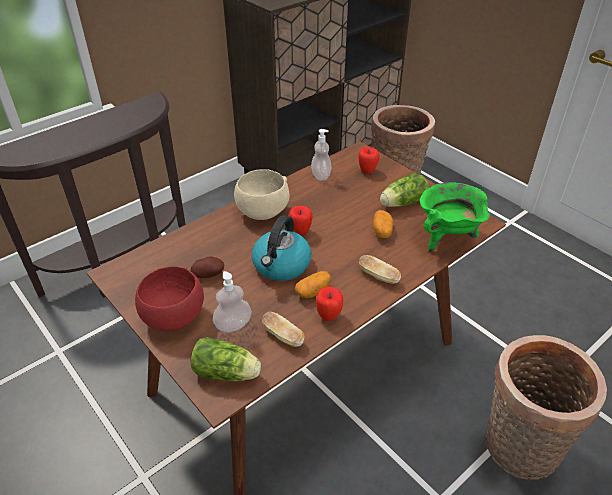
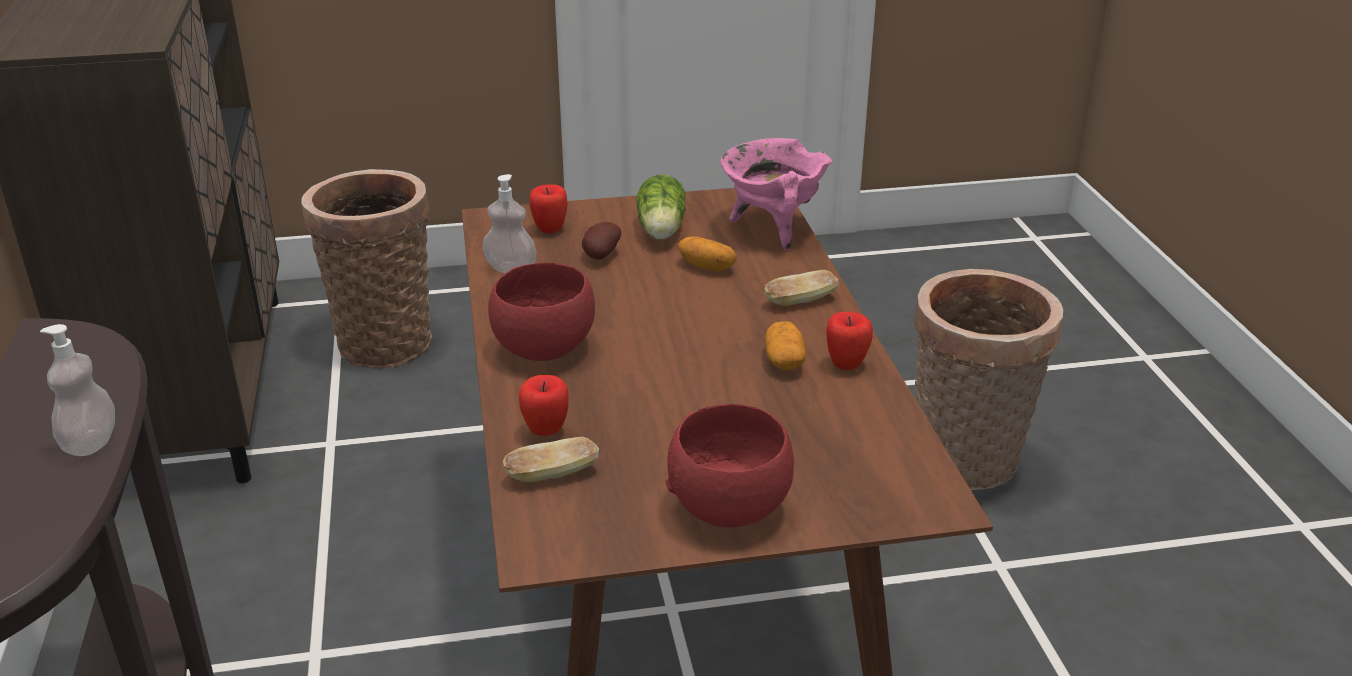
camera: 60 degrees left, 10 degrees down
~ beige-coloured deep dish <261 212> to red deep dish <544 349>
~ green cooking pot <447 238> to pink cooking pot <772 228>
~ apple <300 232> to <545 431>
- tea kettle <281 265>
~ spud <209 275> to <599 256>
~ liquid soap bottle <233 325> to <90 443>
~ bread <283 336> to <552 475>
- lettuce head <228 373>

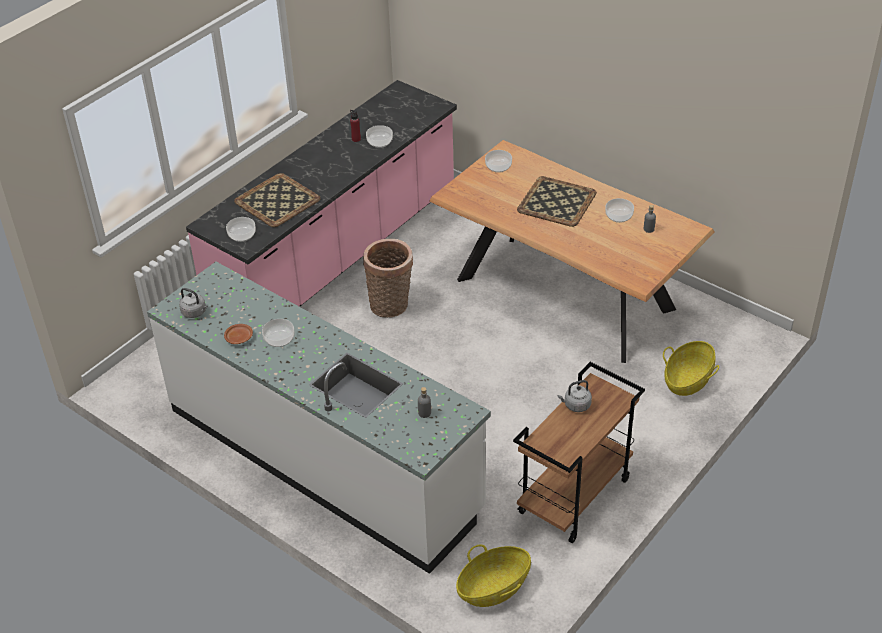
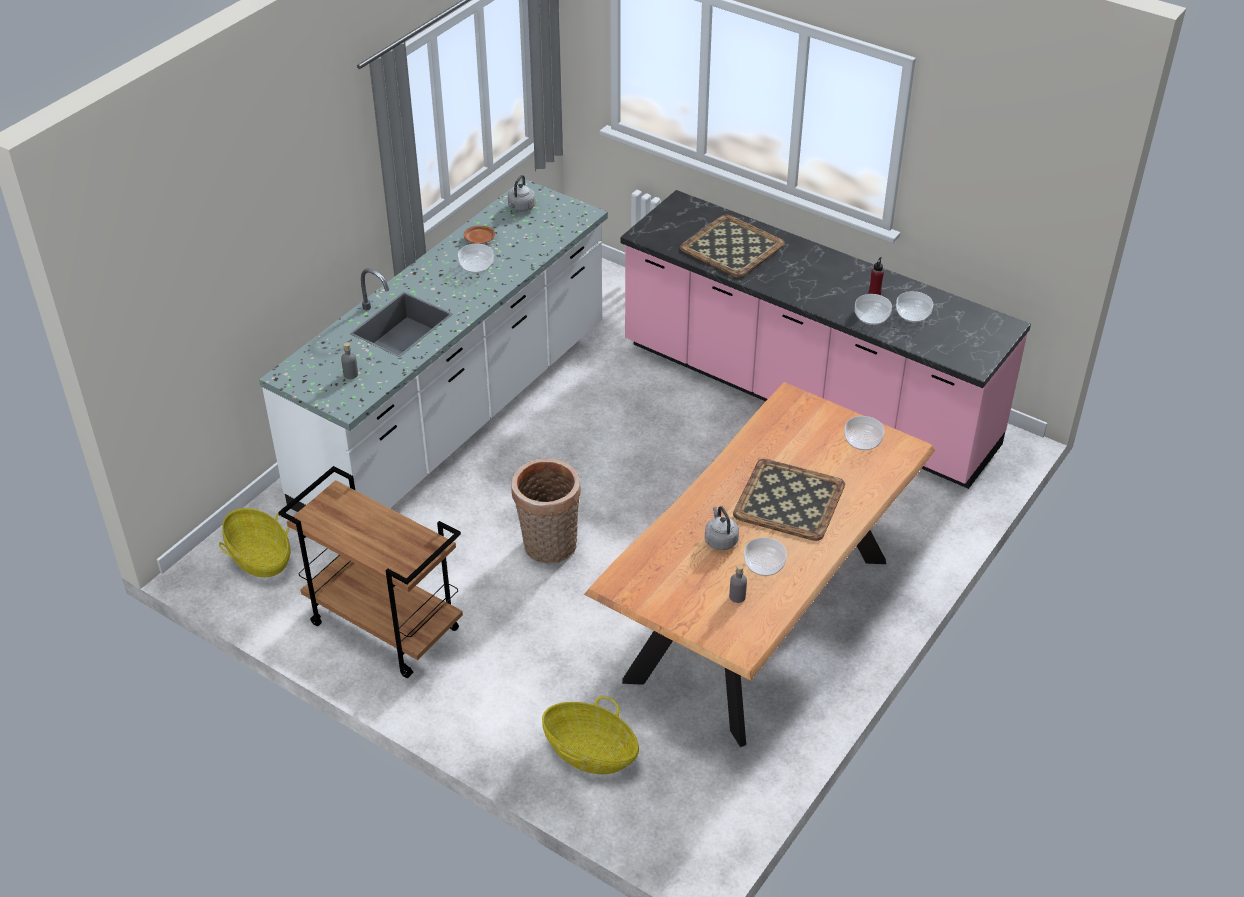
camera: 85 degrees right, 0 degrees up
~ deep dish <242 235> to <913 315>
~ household basket <391 306> to <548 548>
~ grey tea kettle <576 405> to <720 540>

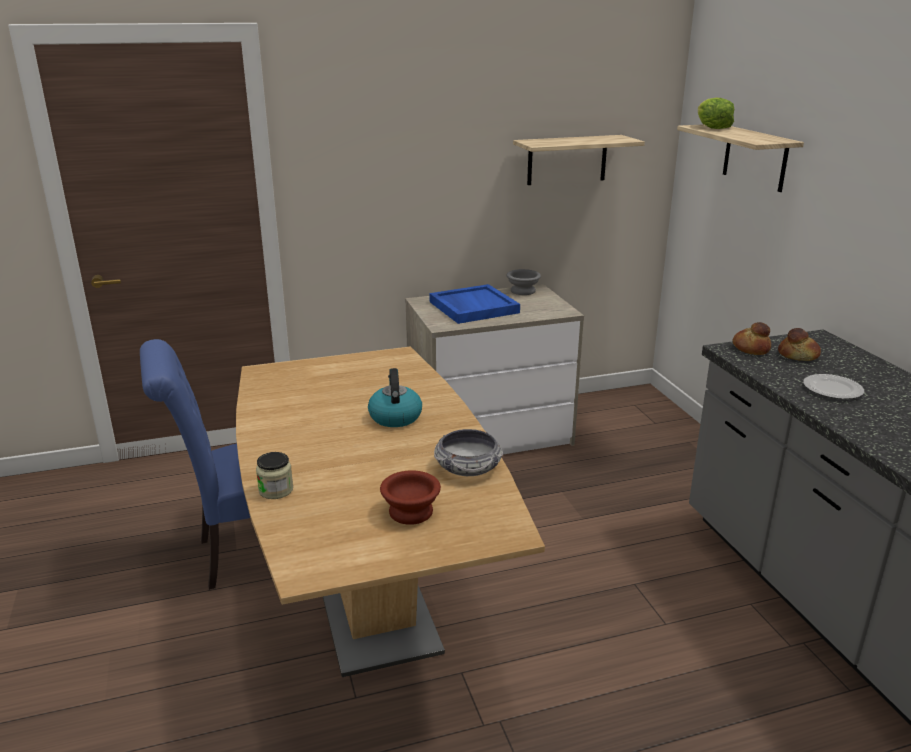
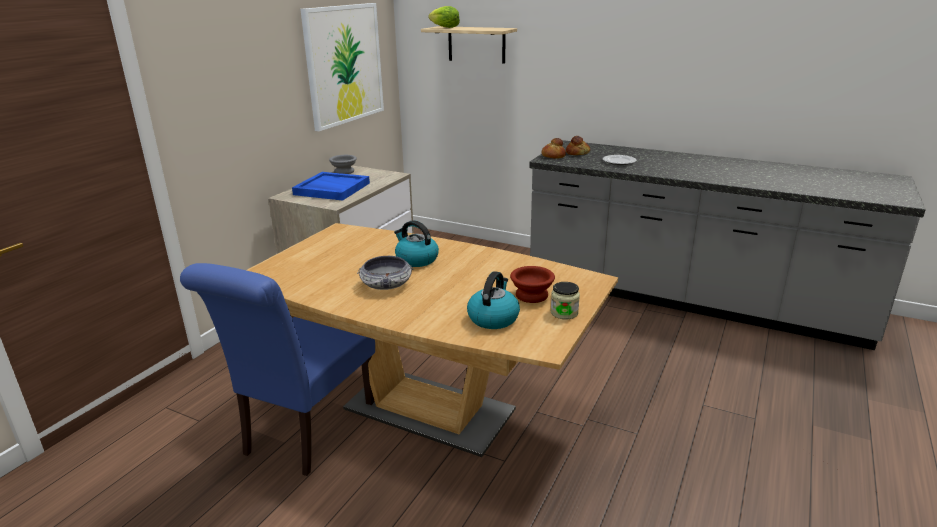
camera: 45 degrees left, 0 degrees up
~ bracket shelf <567 160> to wall picture <344 64>
~ deep dish <468 467> to <386 284>
~ preserve jar <276 490> to <564 313>
+ tea kettle <493 318>

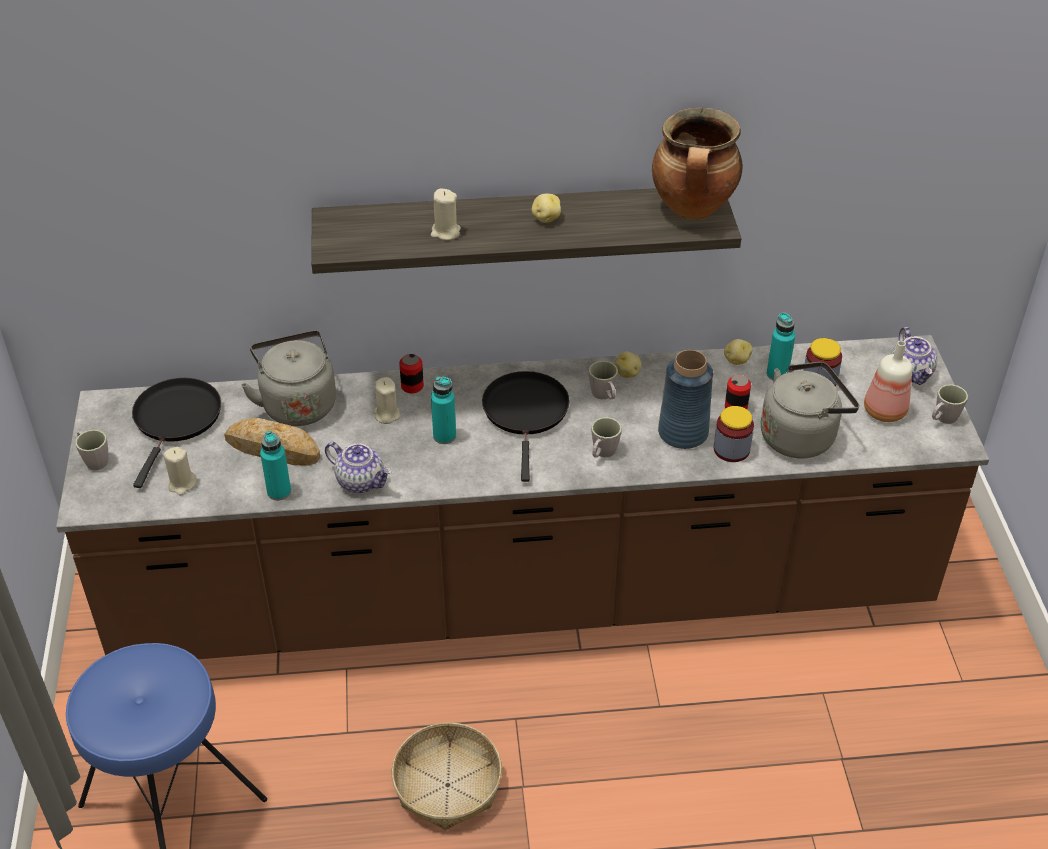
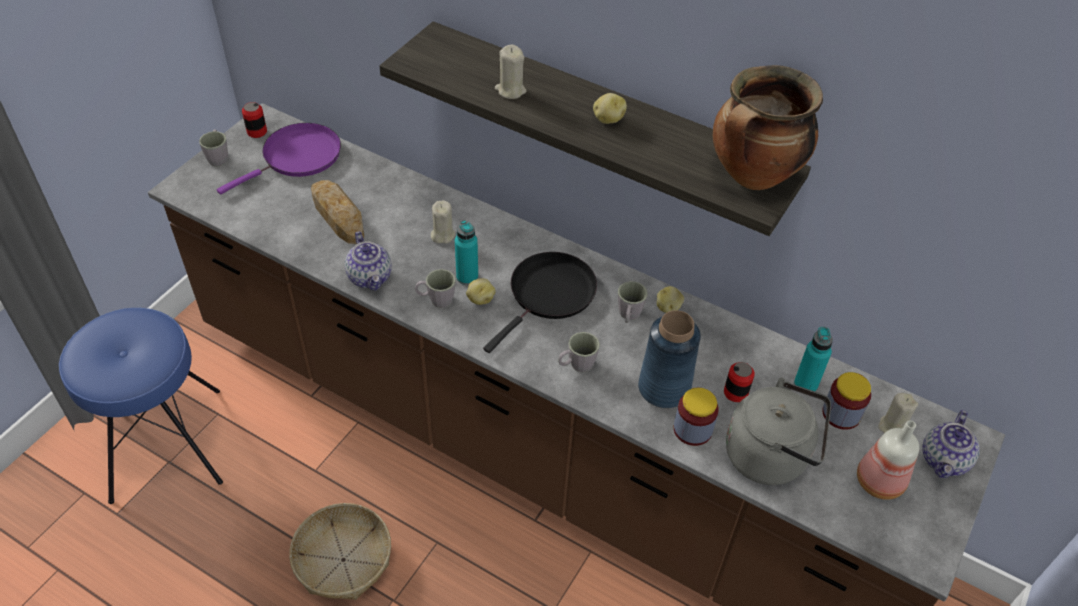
camera: 35 degrees right, 5 degrees up
- grey tea kettle <297 403>
~ spud <736 360> to <480 299>
~ can <412 386> to <257 132>
~ blackish skillet <176 420> to purple skillet <298 157>
~ grey tea mug <943 418> to <436 300>
- turquoise-coloured drink bottle <279 492>
~ beige-coloured wax light <182 484> to <892 427>

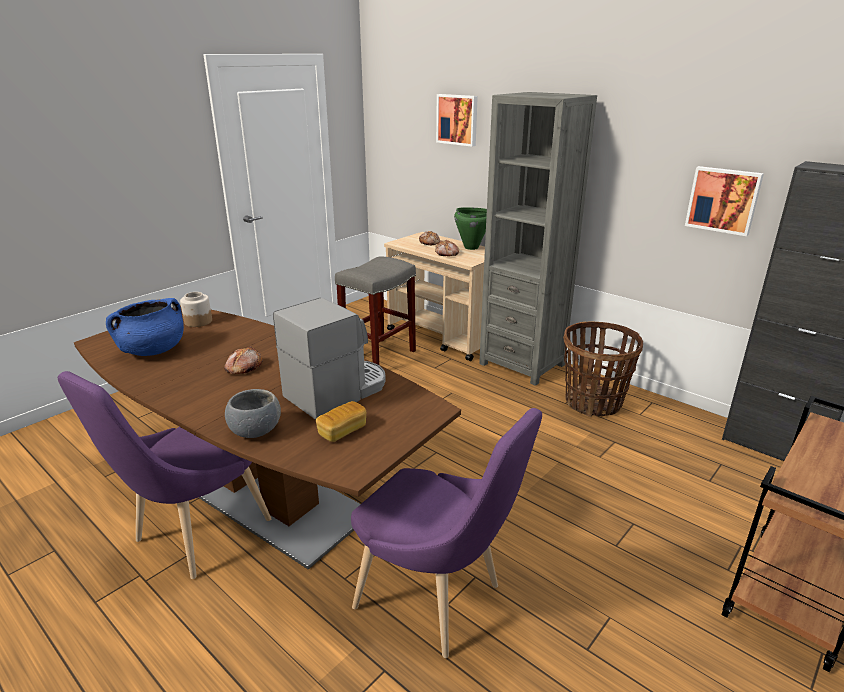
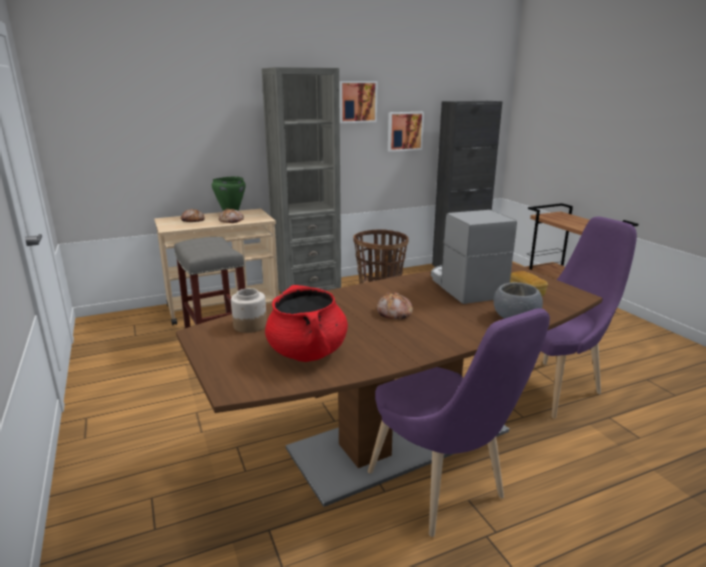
camera: 65 degrees left, 5 degrees down
~ wall picture <457 119> to <357 102>
~ blue cooking pot <153 350> to red cooking pot <307 353>

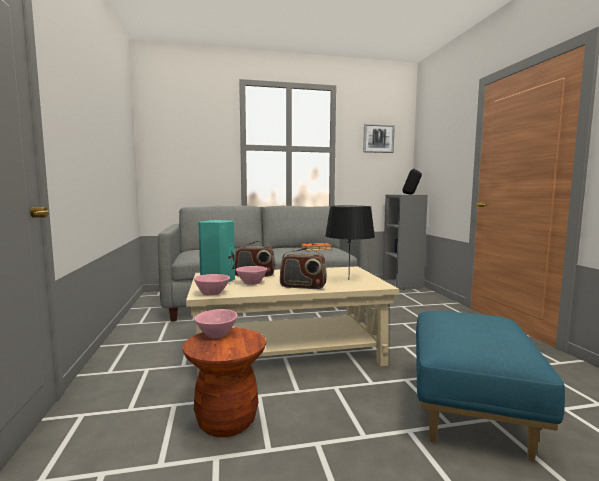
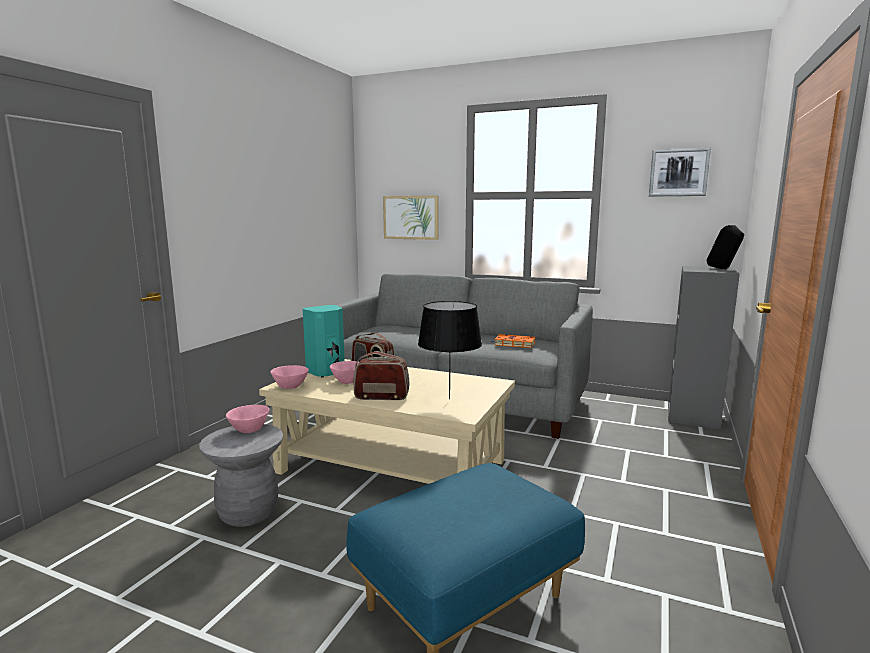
camera: 35 degrees right, 5 degrees up
~ radio receiver <303 286> = <381 396> 135 degrees clockwise
~ brown-coloured stool seat <227 421> to grey stool seat <248 513>
+ wall picture <411 217>

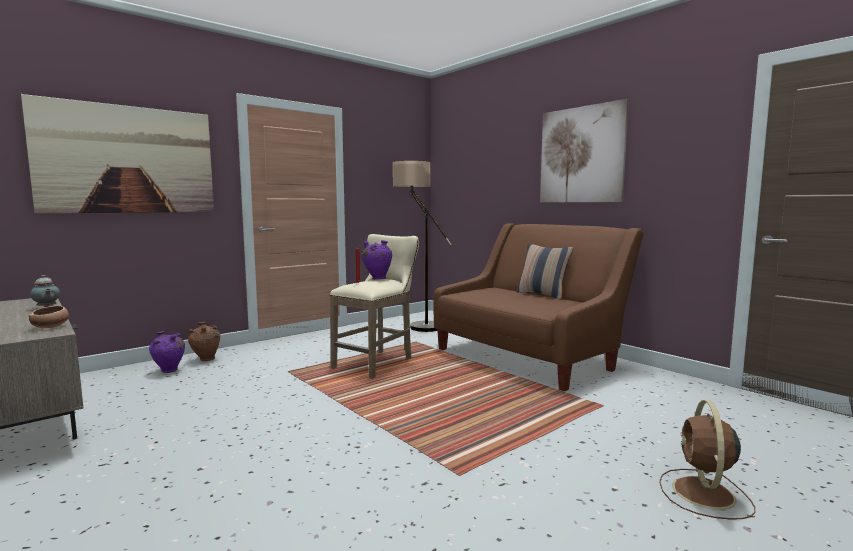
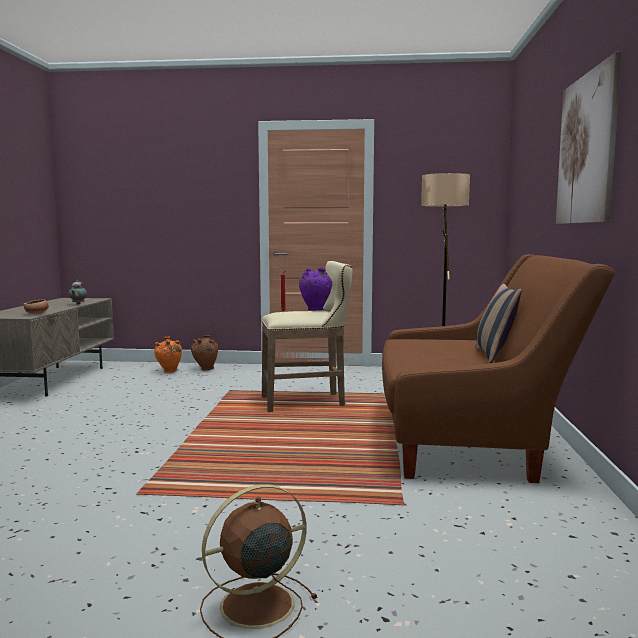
camera: 45 degrees right, 0 degrees up
- wall picture <128 160>
~ purple flower vase <169 371> to orangey flower vase <169 371>

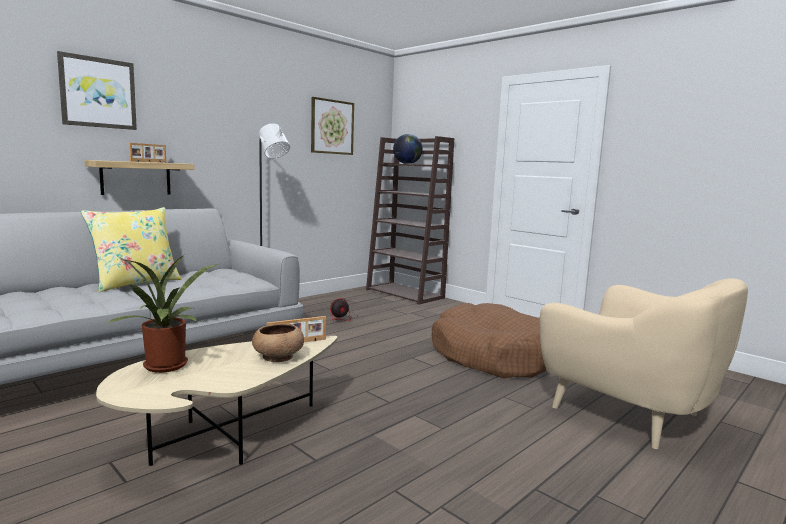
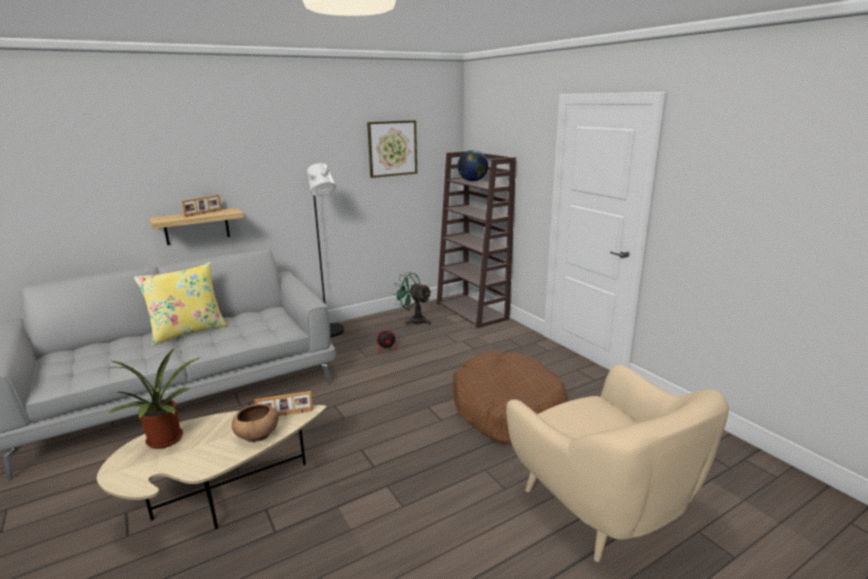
camera: 15 degrees right, 10 degrees up
- wall picture <98 93>
+ green electric fan <414 320>

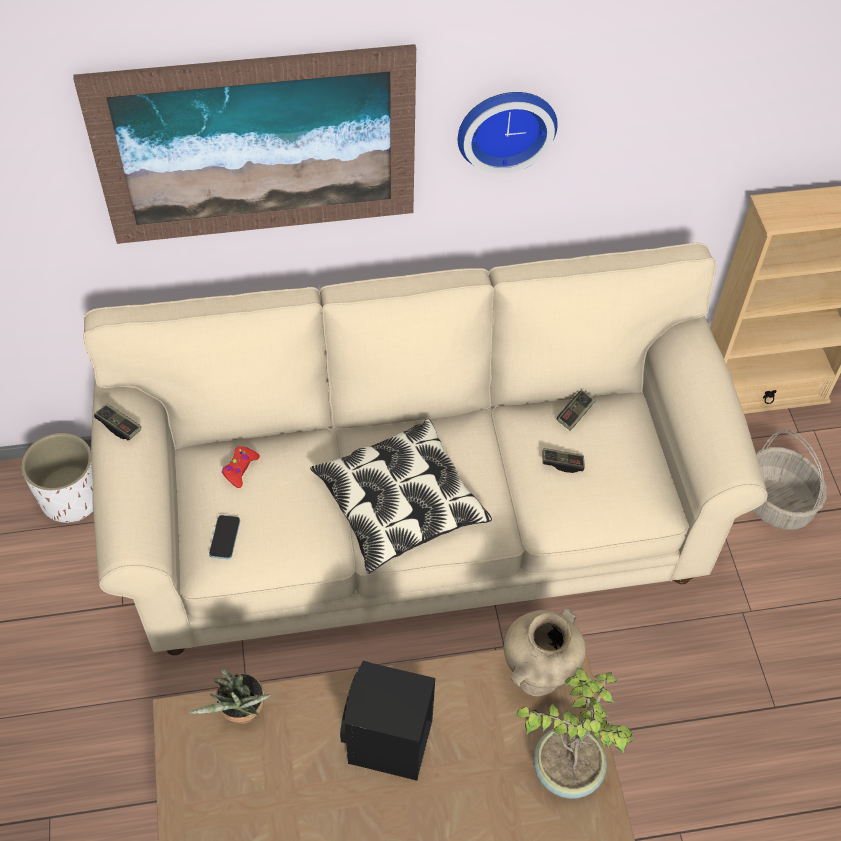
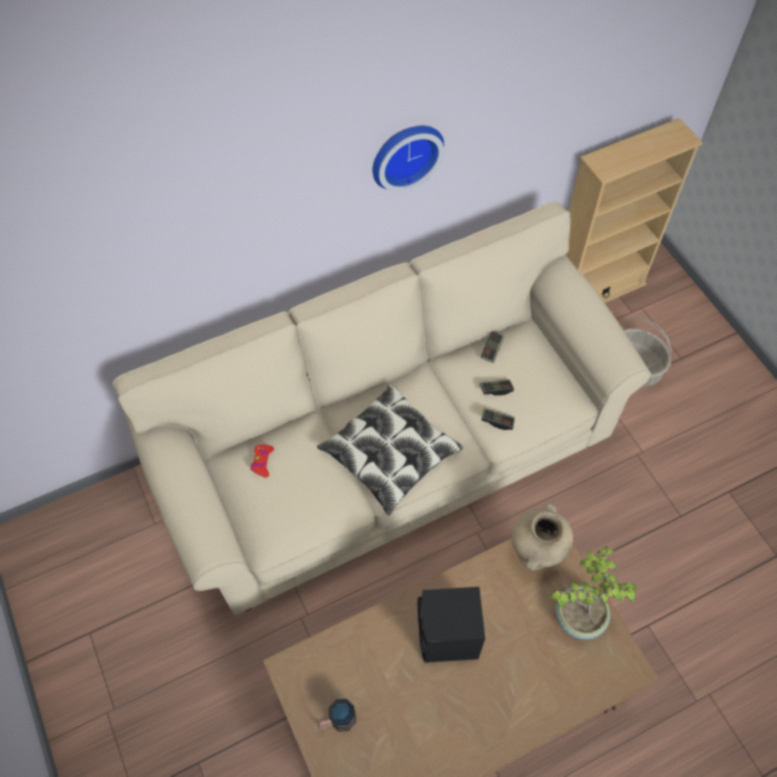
camera: 15 degrees left, 5 degrees up
- wall picture <257 147>
~ gamepad <119 426> to <497 421>
- white-coloured flower pot <71 497>
- phone <225 537>
- houseplant <241 715>
+ tea mug <337 720>

